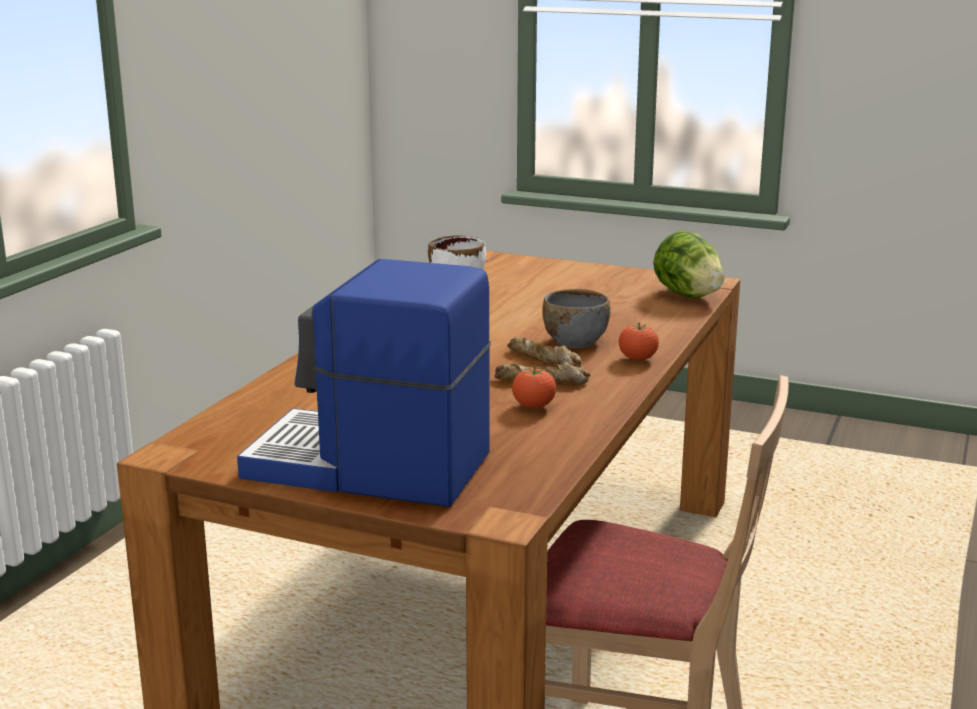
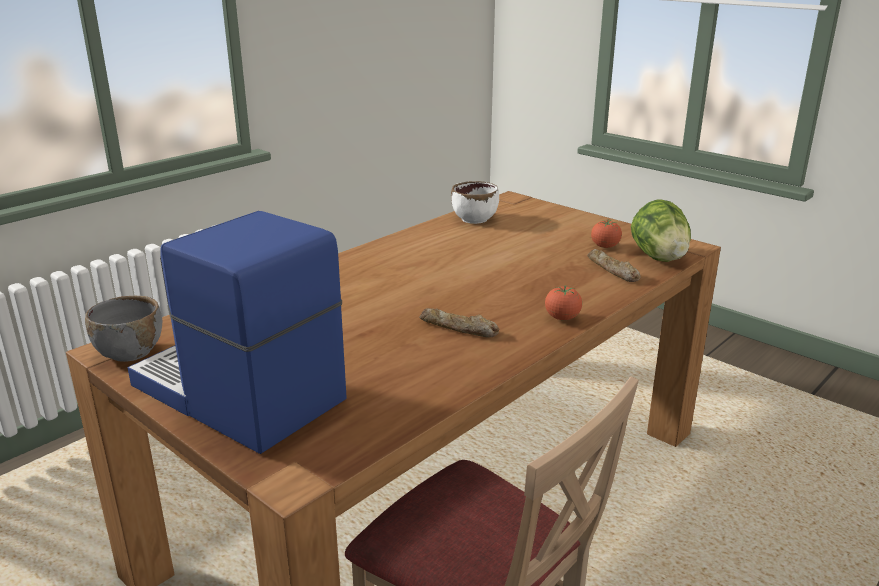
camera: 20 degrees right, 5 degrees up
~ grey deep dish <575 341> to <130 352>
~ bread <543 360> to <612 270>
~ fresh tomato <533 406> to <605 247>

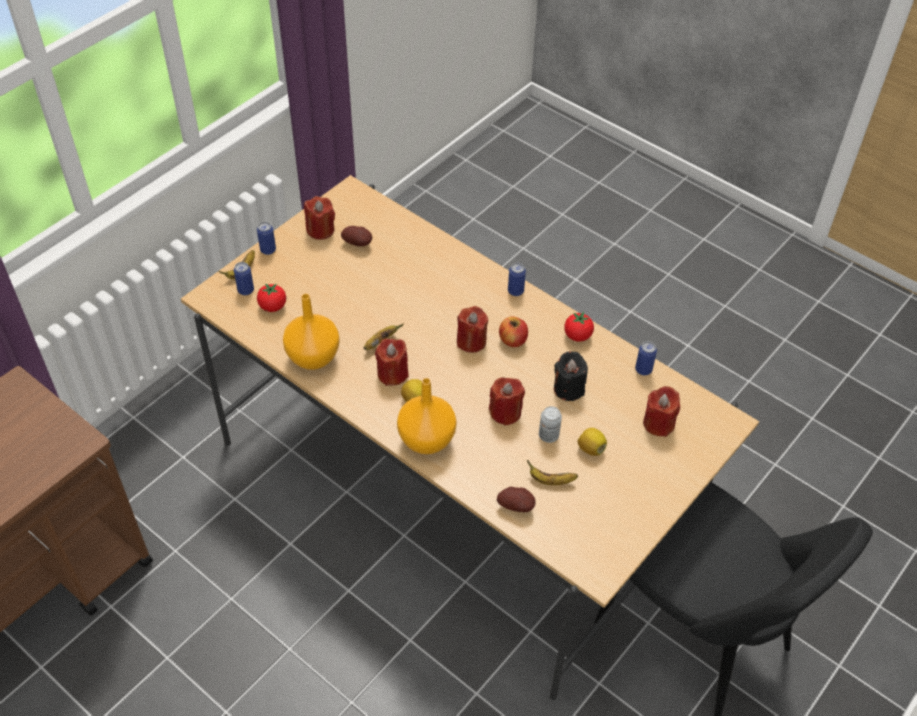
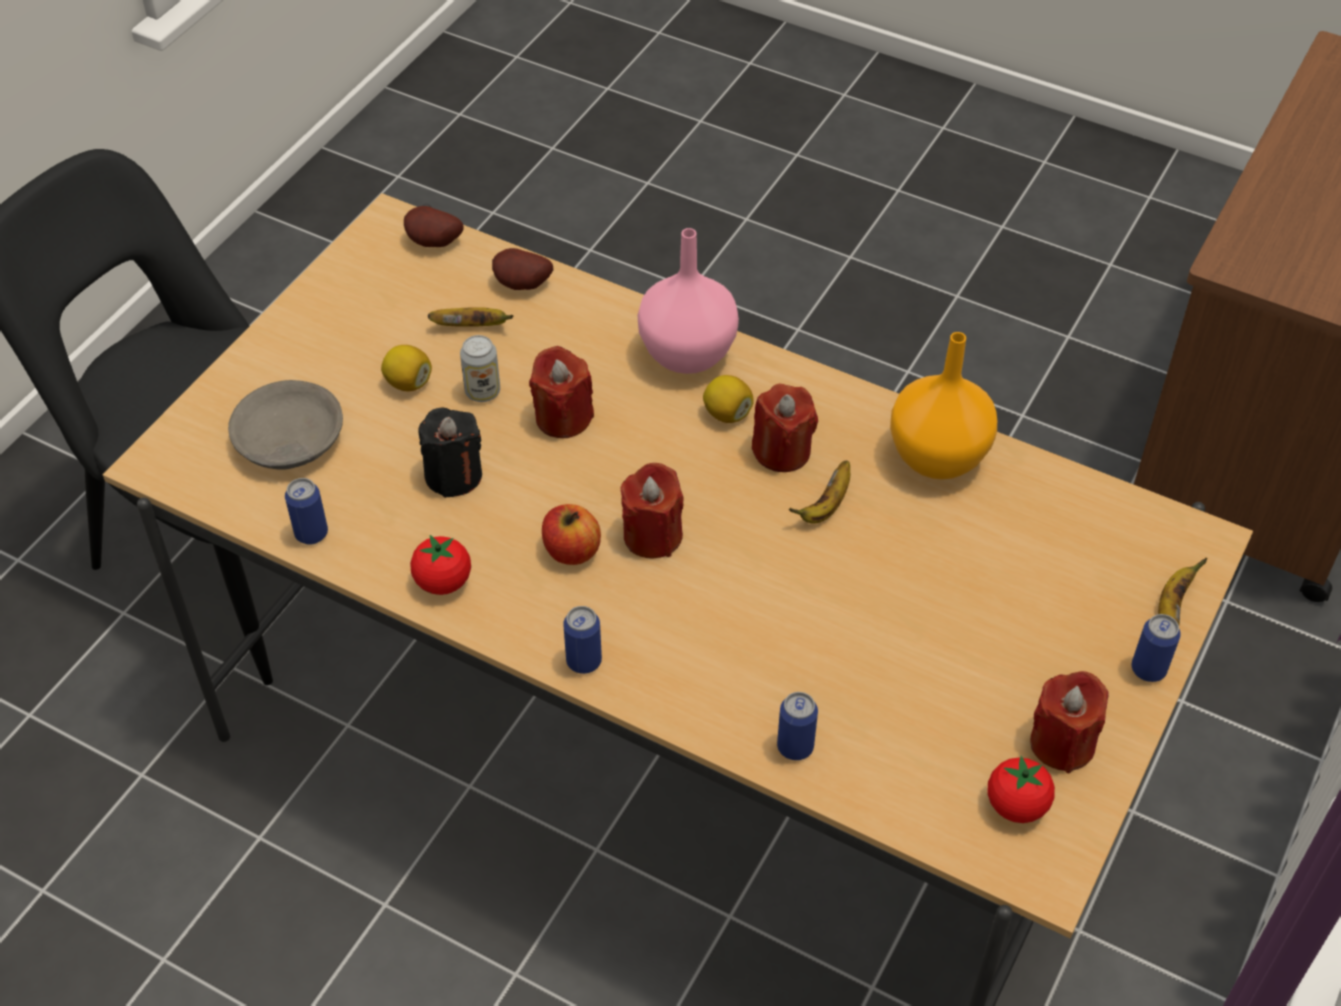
camera: 170 degrees right, 0 degrees up
~ spud <358 243> to <433 244>
~ can <246 290> to <795 747>
~ fresh tomato <273 306> to <1016 805>
~ orangey flower vase <426 441> to pink flower vase <688 353>
~ red wax light <658 423> to grey deep dish <288 440>

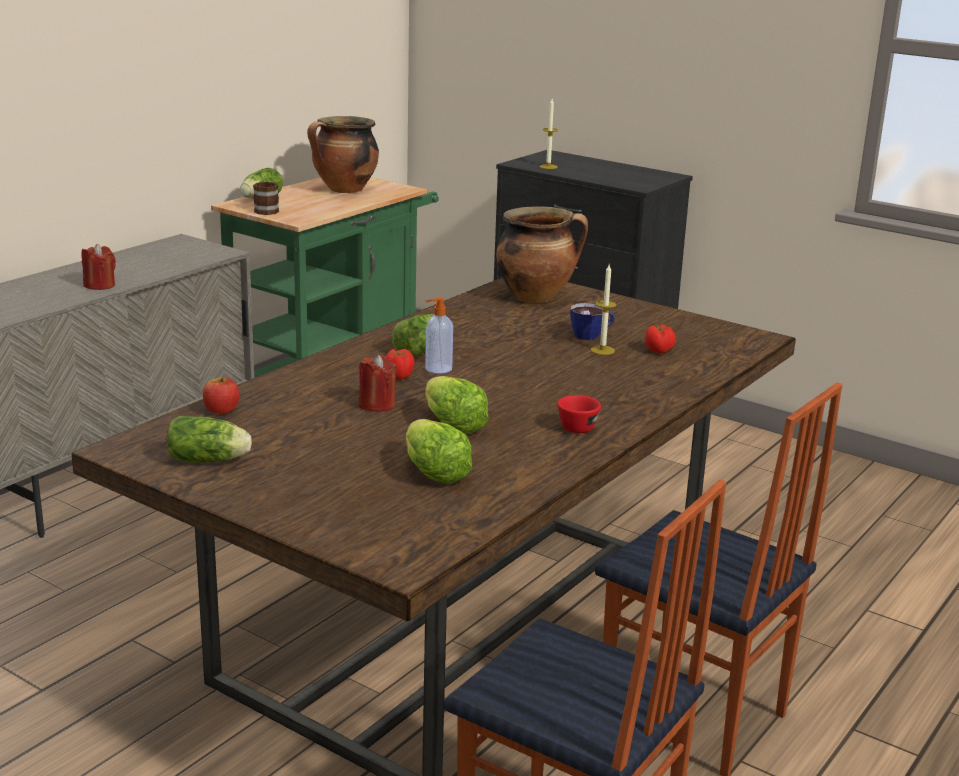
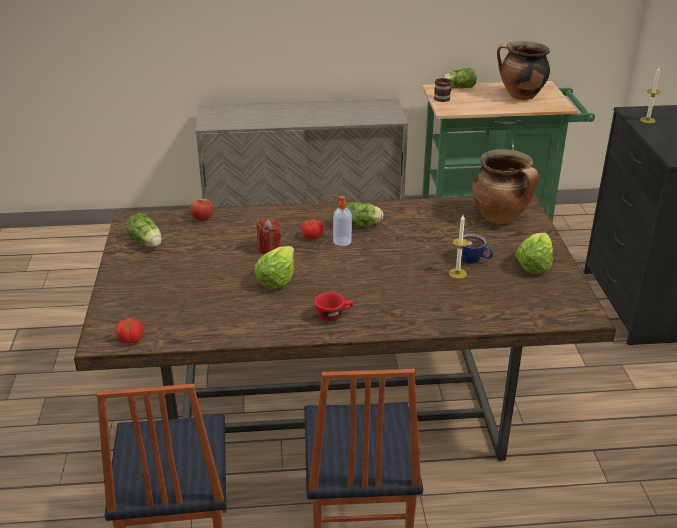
camera: 50 degrees right, 10 degrees up
- red wax light <100 285>
~ fresh tomato <659 351> to <131 340>
~ lettuce head <433 472> to <534 264>

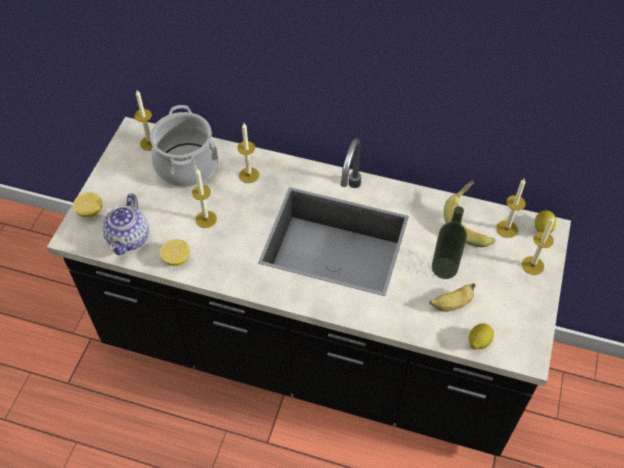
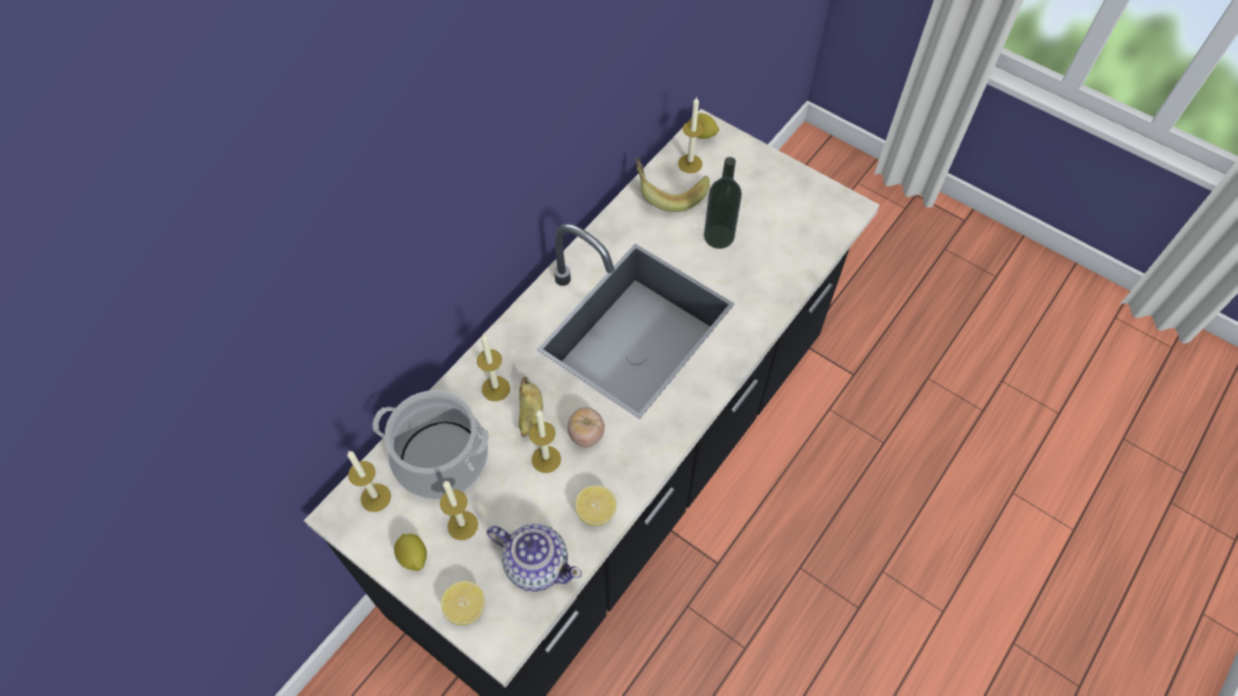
camera: 70 degrees left, 5 degrees up
~ wax light <533 265> to <462 525>
~ banana fruit <451 305> to <530 415>
~ citrus fruit <478 342> to <413 557>
+ fresh tomato <586 434>

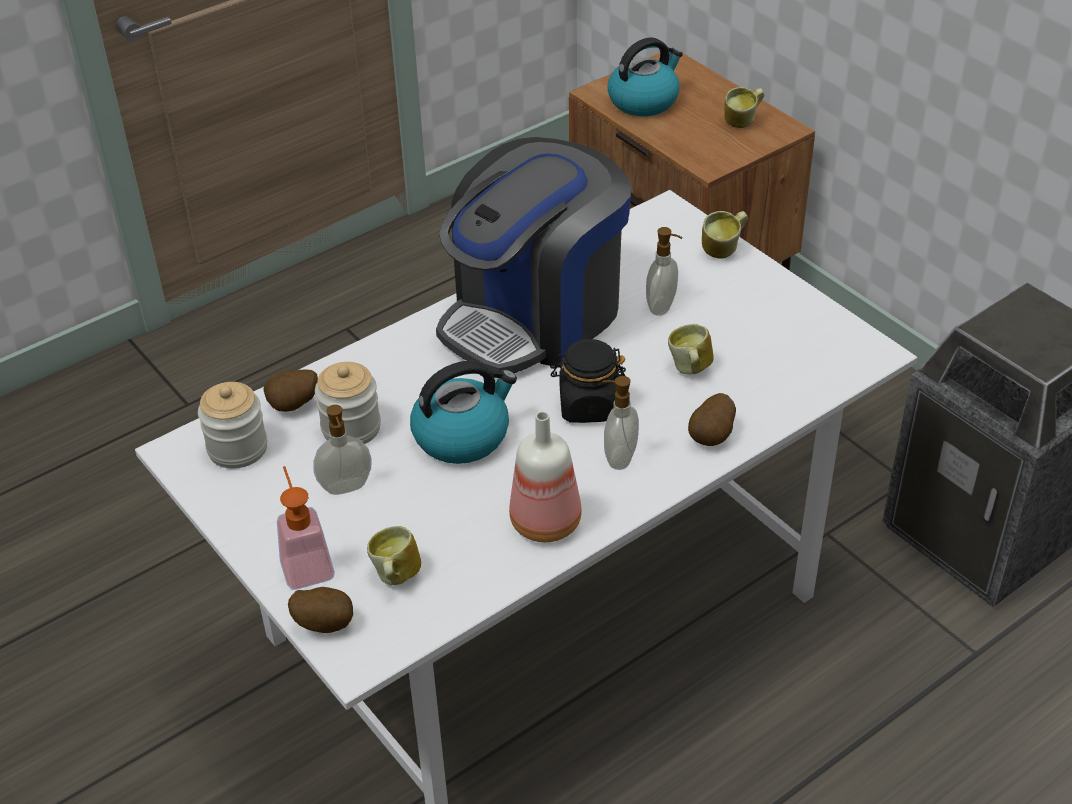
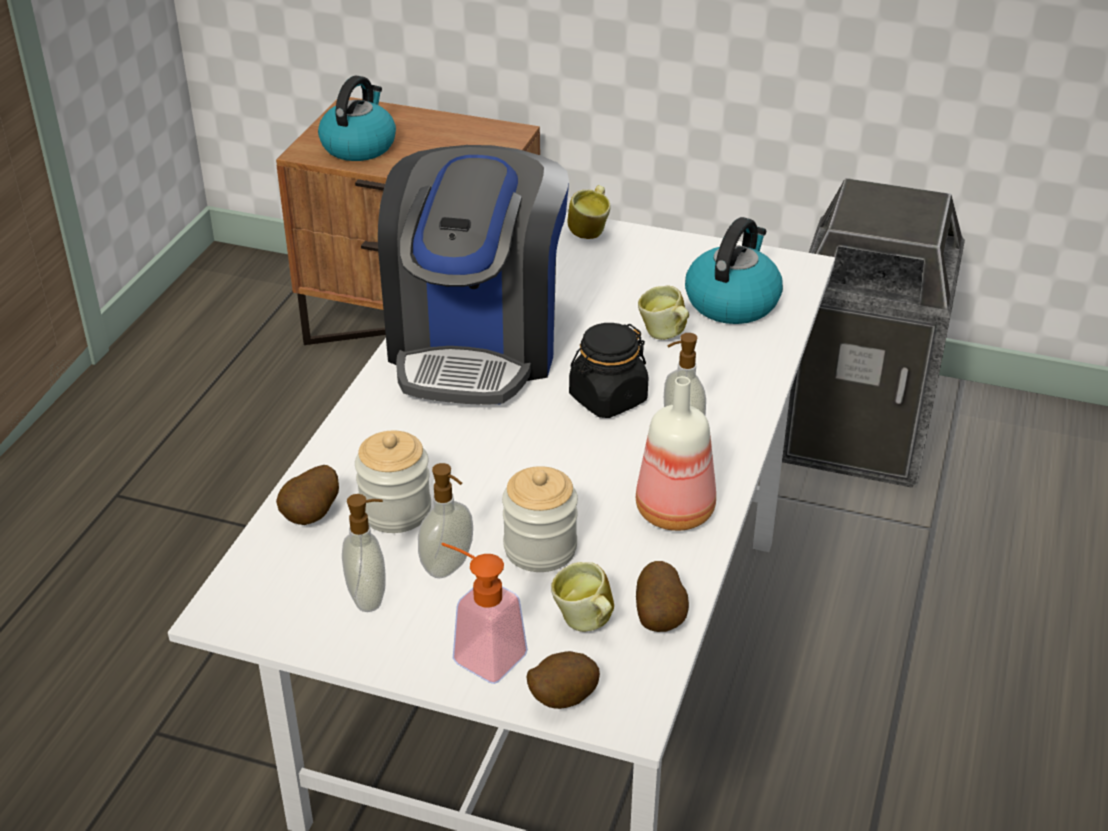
camera: 35 degrees left, 5 degrees down
- tea mug <743 122>
~ liquid soap bottle <662 306> to <369 597>
~ tea kettle <462 435> to <732 301>
~ preserve jar <237 448> to <540 548>
~ spud <712 437> to <661 618>

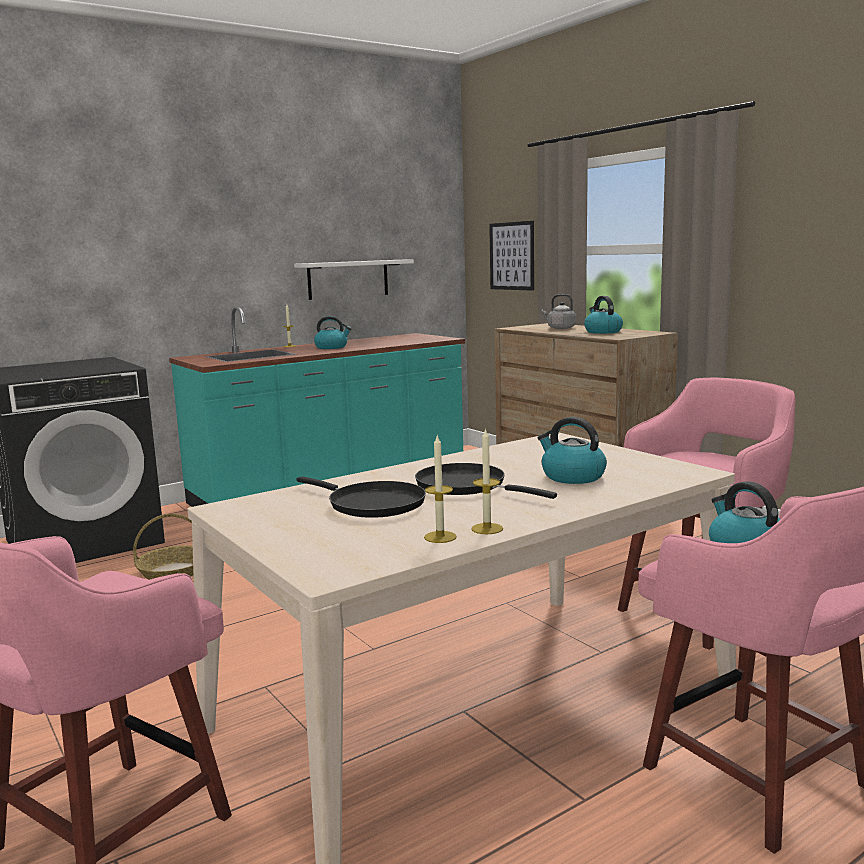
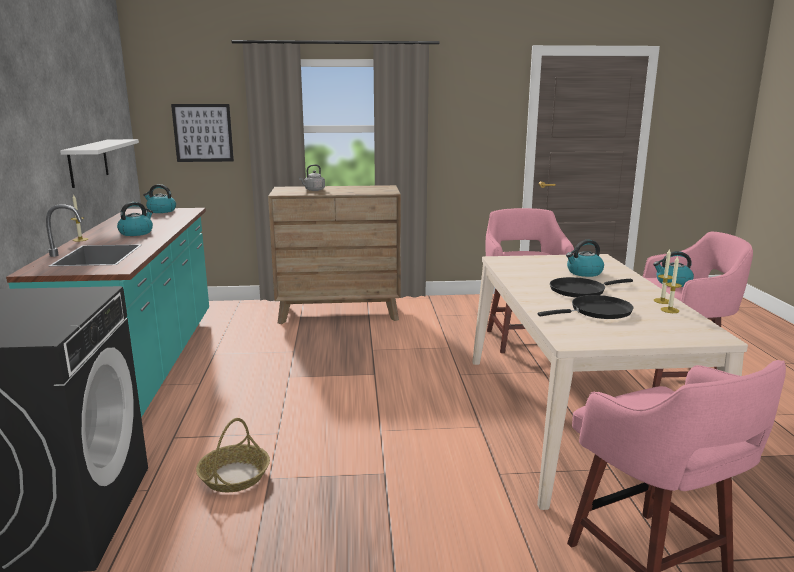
camera: 60 degrees left, 5 degrees up
~ tea kettle <602 332> to <161 211>

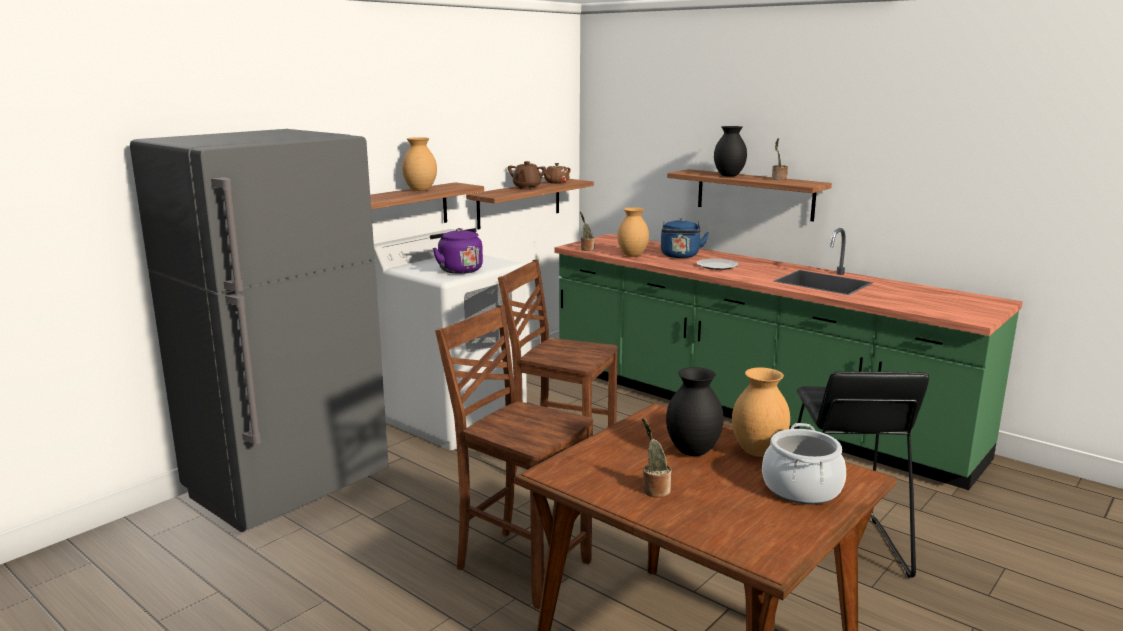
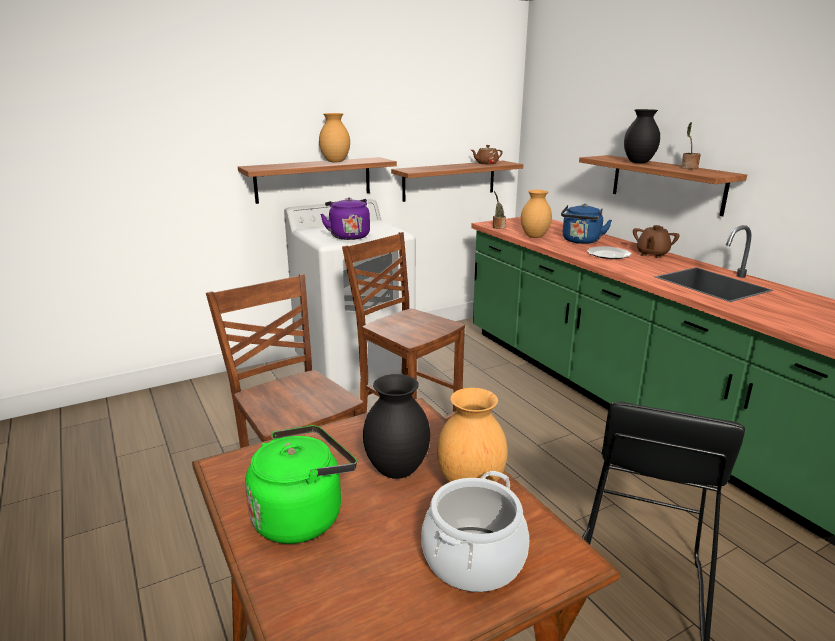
camera: 20 degrees right, 5 degrees up
- grey fridge <289 489>
~ brown-coloured teapot <526 188> to <652 254>
~ houseplant <654 490> to green tea kettle <302 516>

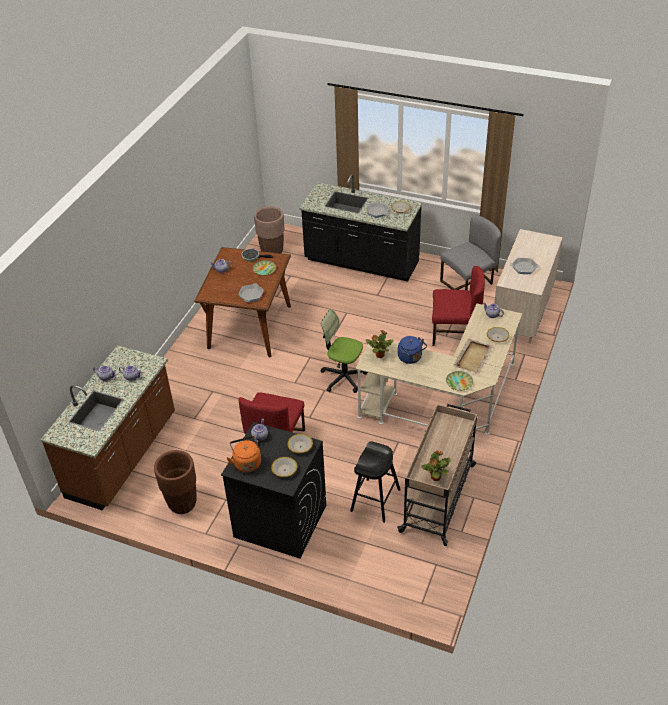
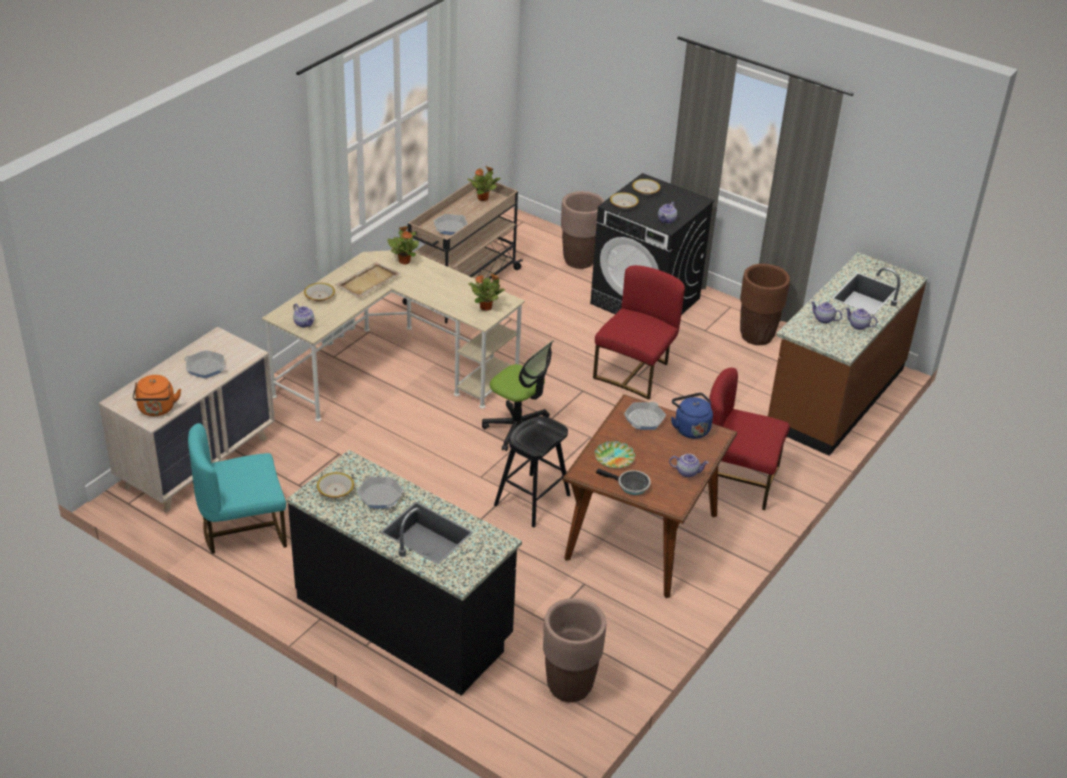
camera: 170 degrees left, 5 degrees down
~ grey upright chair <468 284> to turquoise-coloured upright chair <243 529>
~ red upright chair <454 332> to <738 479>
~ blue tea kettle <411 358> to <690 428>
~ flat dish <459 382> to houseplant <404 261>
~ orangey tea kettle <247 462> to <157 409>
~ blackish stool seat <375 500> to <532 500>
+ brown-coloured flower pot <579 260>
+ skillet <450 227>

